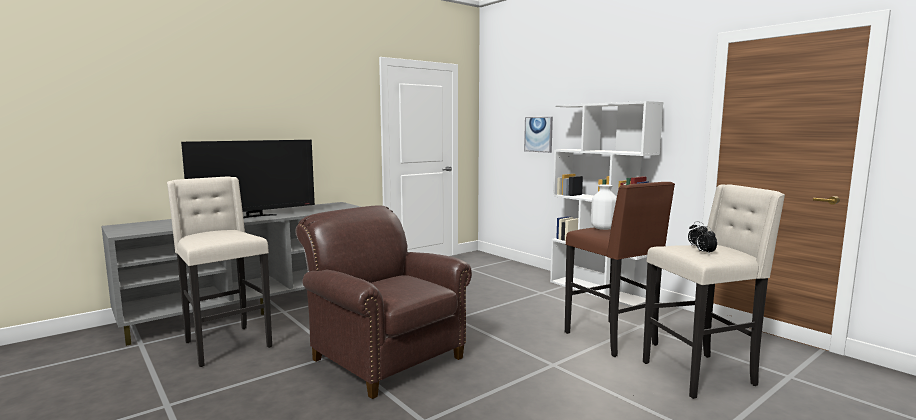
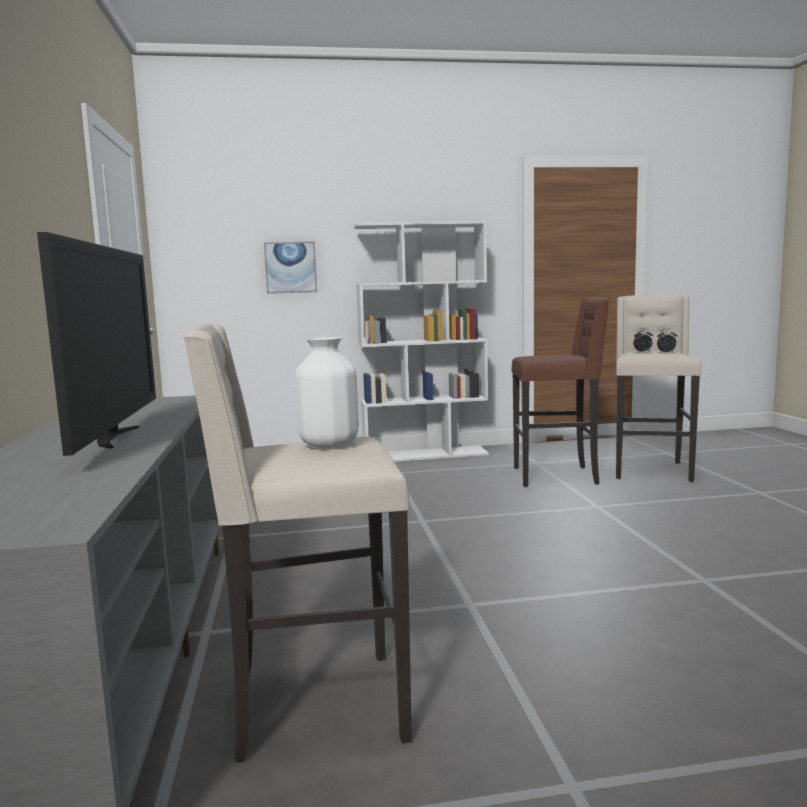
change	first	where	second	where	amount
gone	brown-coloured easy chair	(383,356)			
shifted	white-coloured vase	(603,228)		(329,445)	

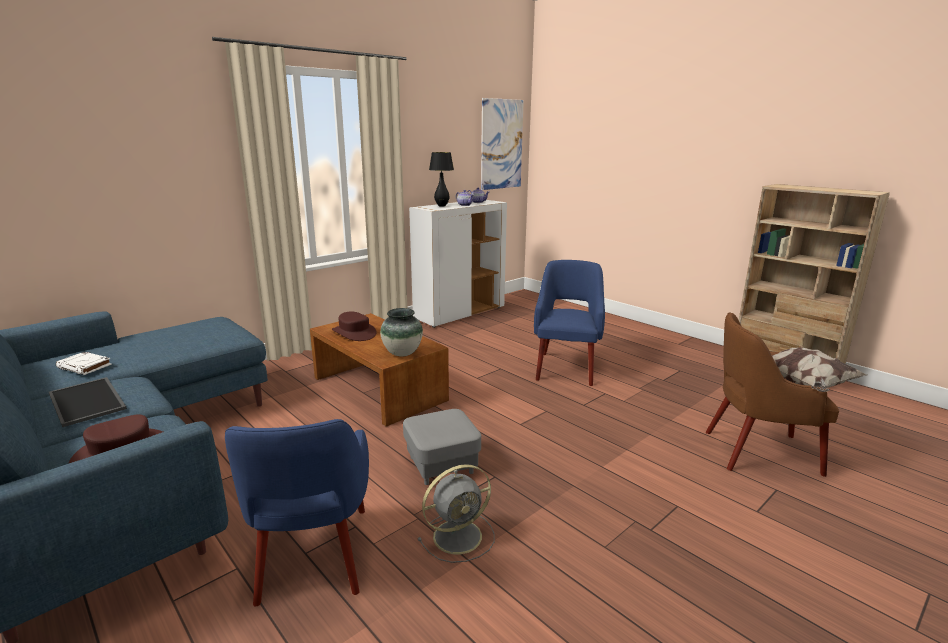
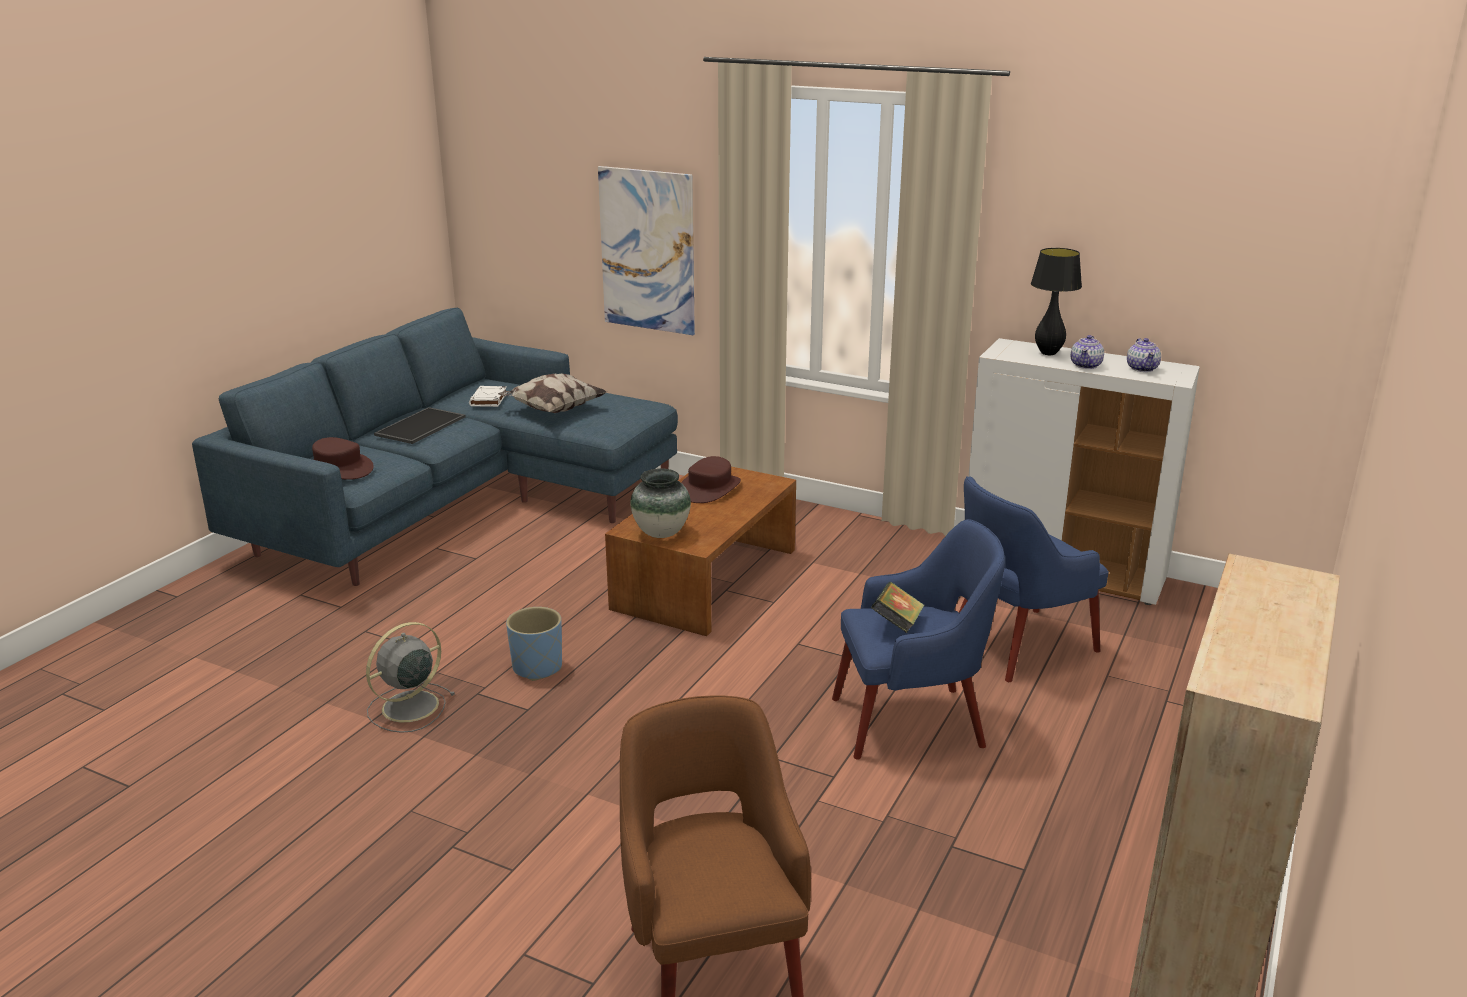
change	first	where	second	where	amount
new			book	(897,624)	
shifted	blue easy chair	(313,556)		(1018,645)	
shifted	picture	(501,144)		(647,251)	
shifted	throw pillow	(804,385)		(553,410)	
swapped	gray ottoman	(441,465)	blue planter	(538,667)	
rotated	gray fan	(459,536)		(408,707)	90 degrees clockwise

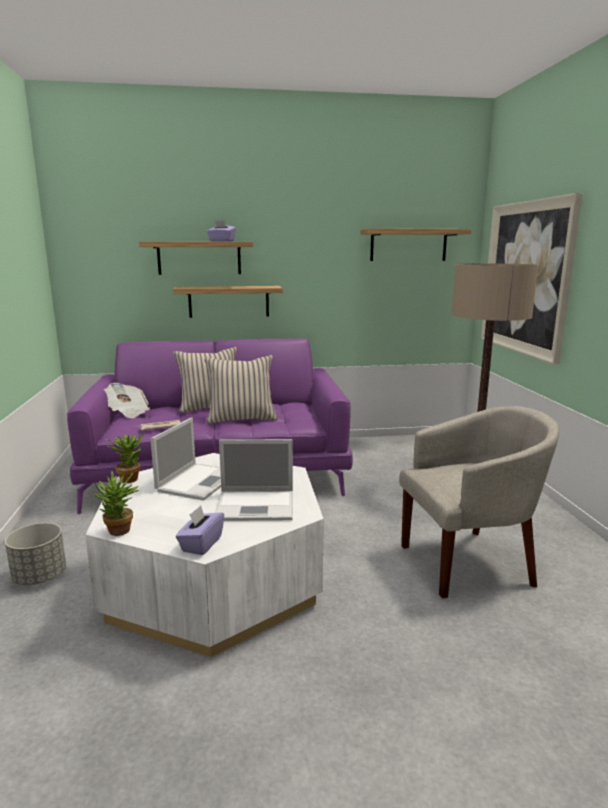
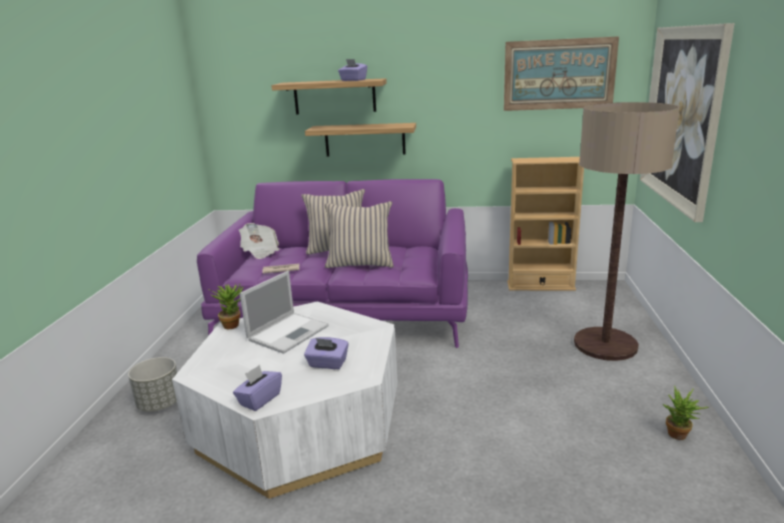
change	first	where	second	where	amount
gone	beige-coloured easy chair	(469,562)			
new			beige-coloured bookshelf	(540,286)	
shifted	houseplant	(120,533)		(679,437)	
swapped	laptop	(257,506)	purple-coloured tissue holder	(327,364)	
swapped	wall shelf	(408,245)	picture	(559,74)	

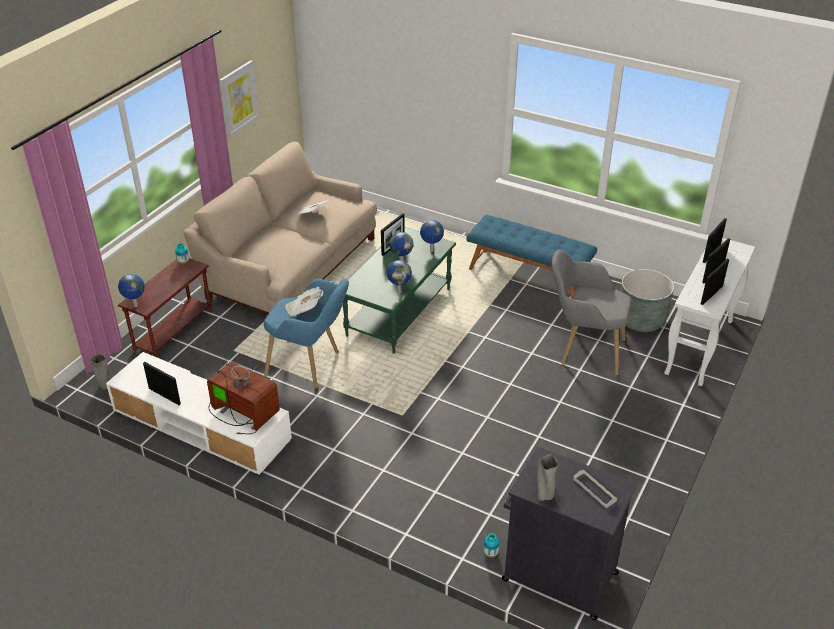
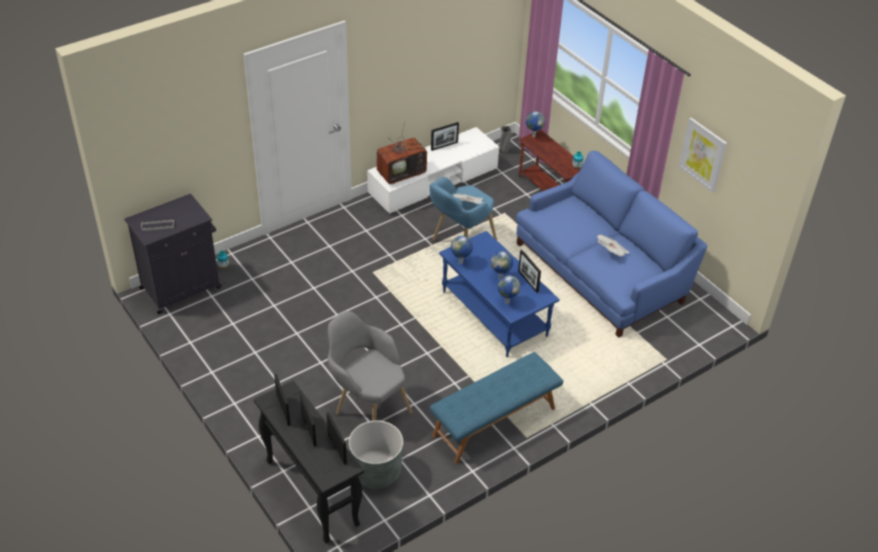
change	first	where	second	where	amount
gone	gray vase	(544,496)			
repainted	beige-coloured couch	(289,266)	blue couch	(602,271)	
repainted	green coffee table	(398,312)	blue coffee table	(495,314)	
repainted	white-coloured hall table	(699,347)	black hall table	(311,492)	
rotated	gray easy chair	(583,350)		(367,407)	90 degrees counterclockwise

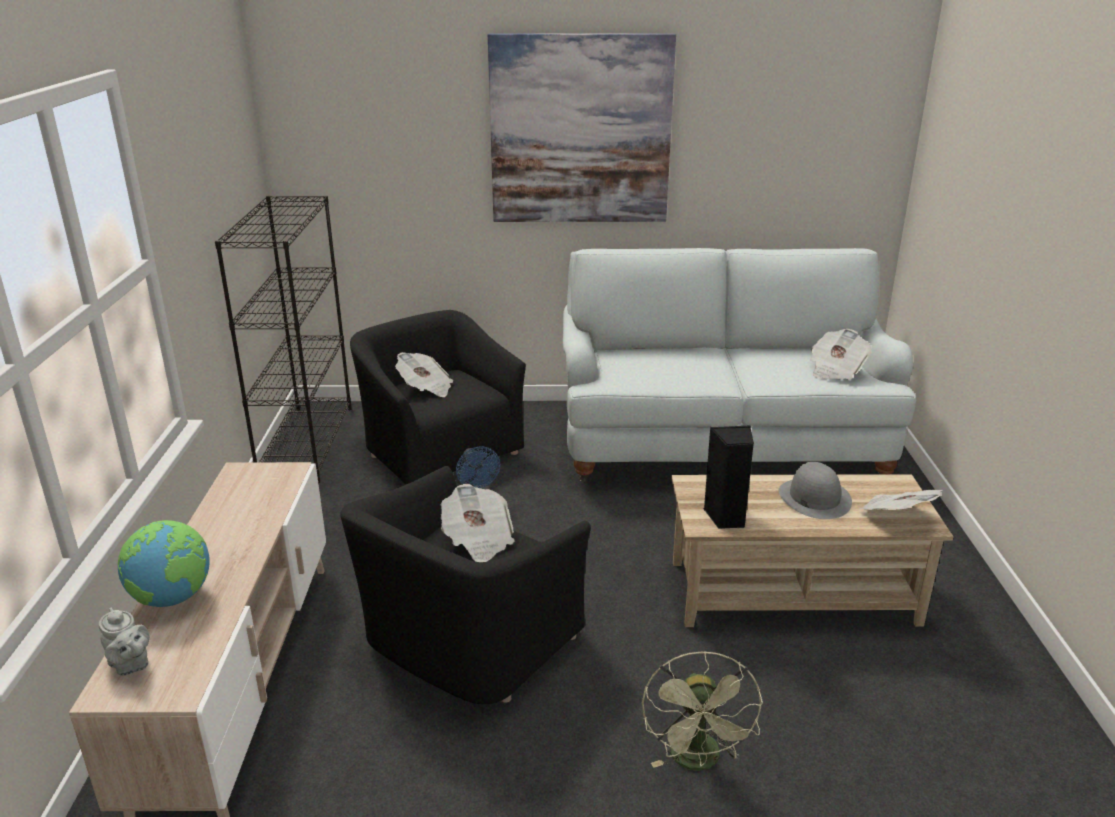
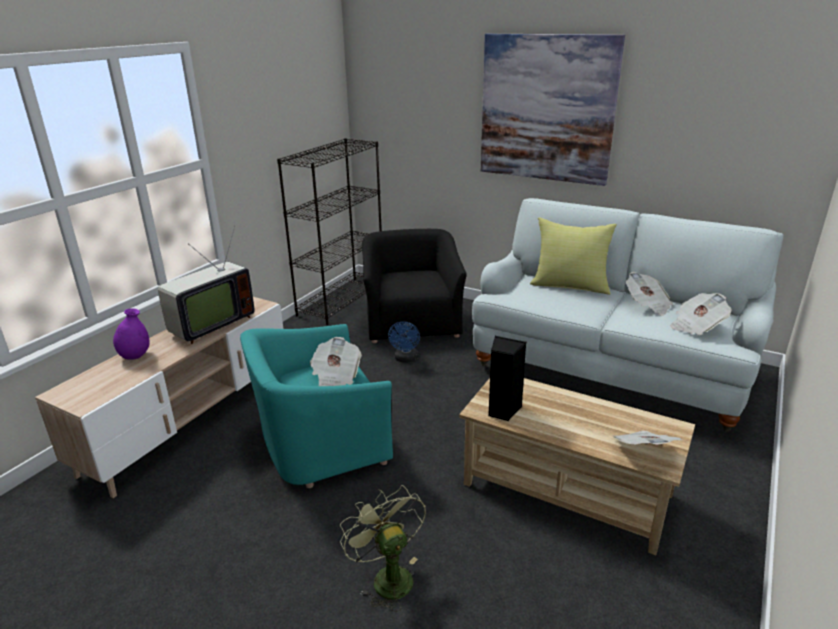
change	first	where	second	where	amount
gone	gray teapot	(130,665)			
gone	gray clothing hat	(814,498)			
new			television	(209,325)	
new			yellow throw pillow	(570,285)	
shifted	newspaper	(426,388)		(647,305)	
swapped	desk globe	(173,598)	purple-coloured vase	(135,356)	
repainted	black easy chair	(468,642)	turquoise-coloured easy chair	(320,443)	
rotated	green fan	(698,761)		(387,576)	120 degrees clockwise

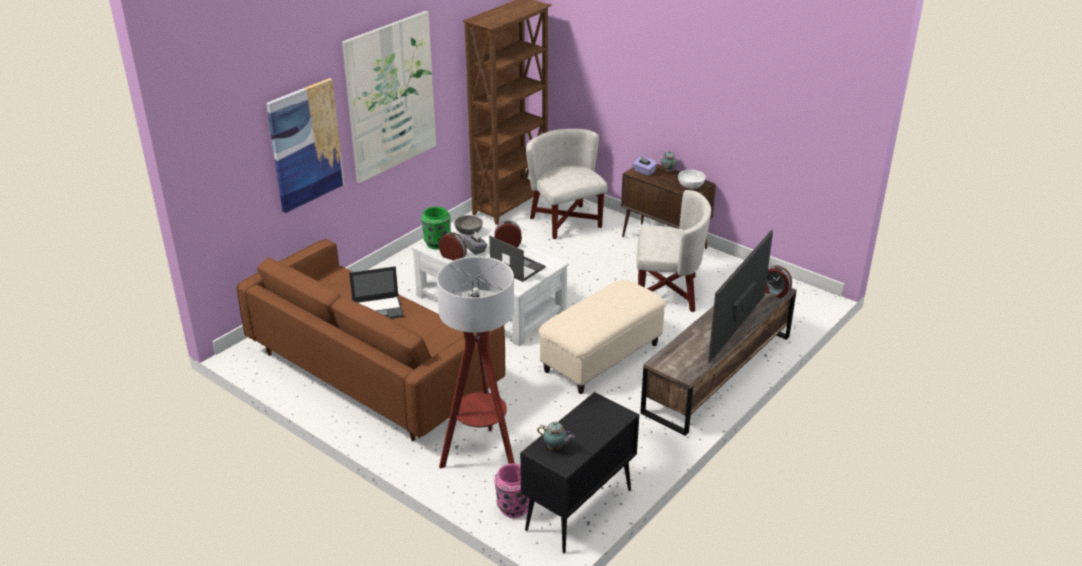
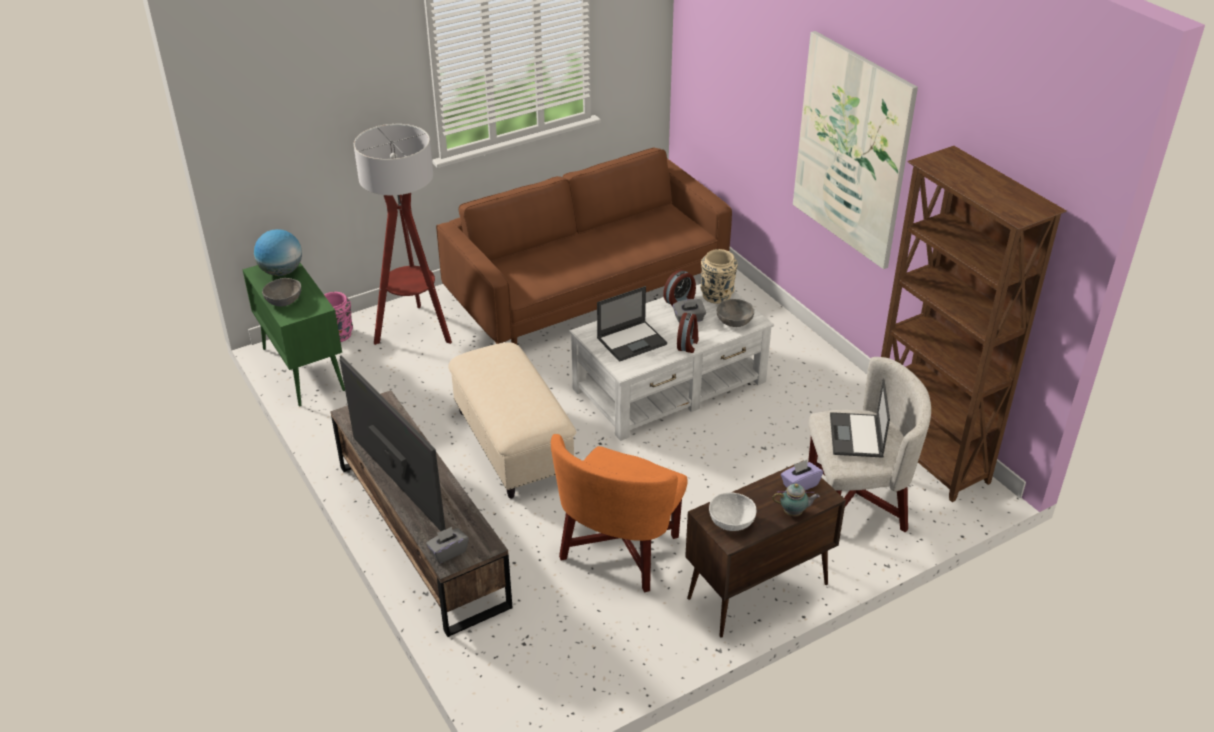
change	first	where	second	where	amount
gone	picture	(305,145)			
new			gray serving bowl	(284,301)	
shifted	laptop	(378,309)		(856,436)	
swapped	teapot	(556,447)	desk globe	(282,272)	
swapped	alarm clock	(774,292)	gray tissue holder	(448,552)	
repainted	green vase	(437,243)	beige-coloured vase	(717,295)	
repainted	black cabinet	(578,510)	green cabinet	(302,369)	
repainted	white-coloured easy chair	(668,292)	orange easy chair	(620,549)	

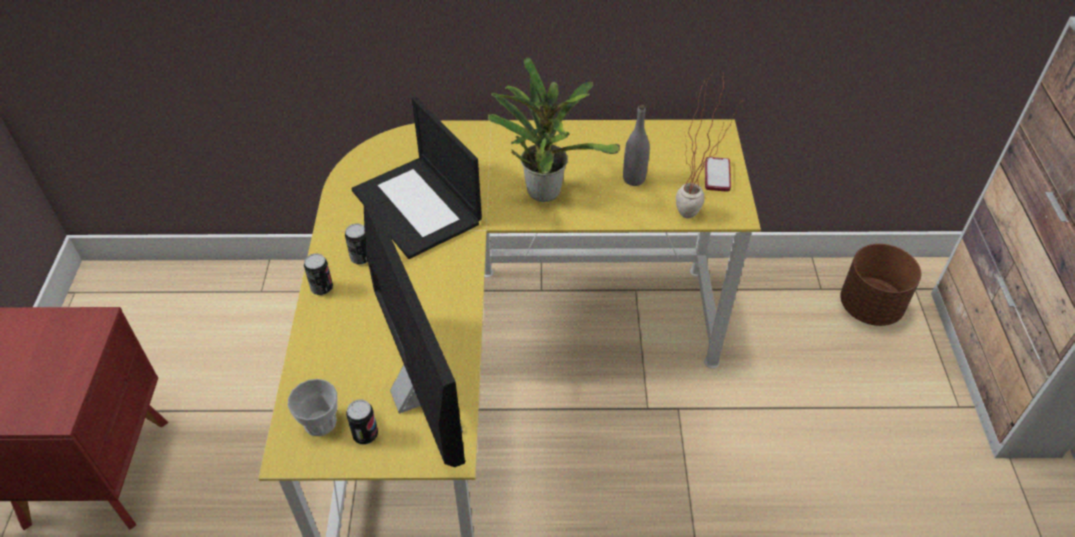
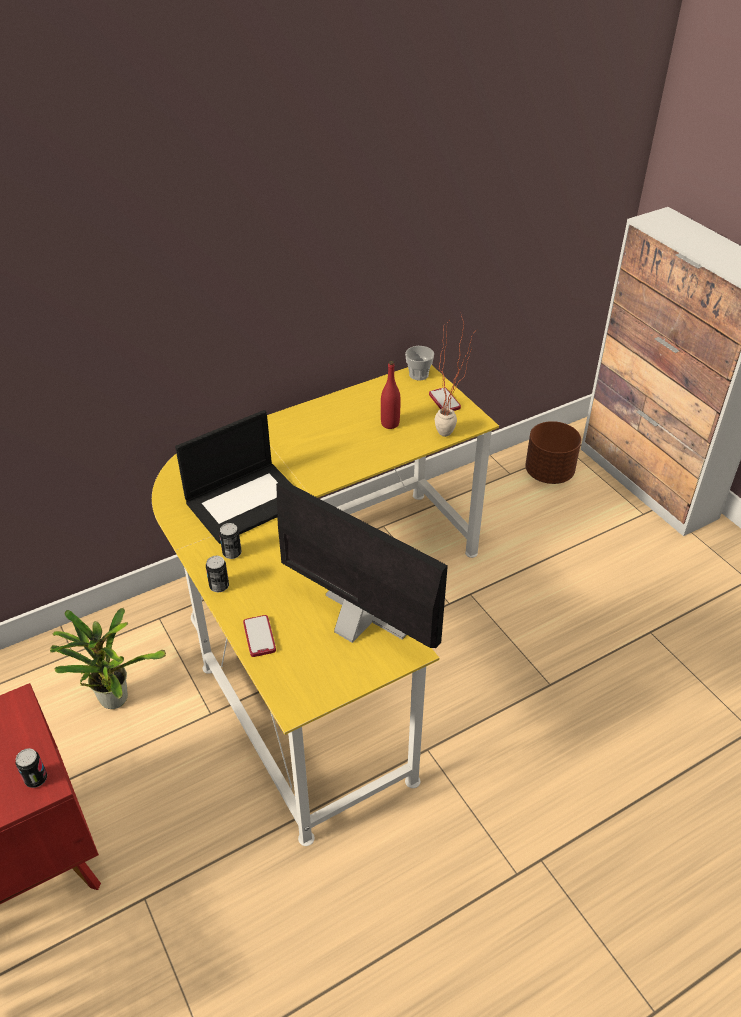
change	first	where	second	where	amount
new			phone	(259,637)	
shifted	drinking cup	(320,422)		(418,375)	
shifted	metal can	(365,434)		(36,779)	
shifted	houseplant	(543,189)		(112,696)	
repainted	gray drink bottle	(634,179)	red drink bottle	(390,424)	
rotated	laptop	(418,207)		(246,501)	60 degrees counterclockwise

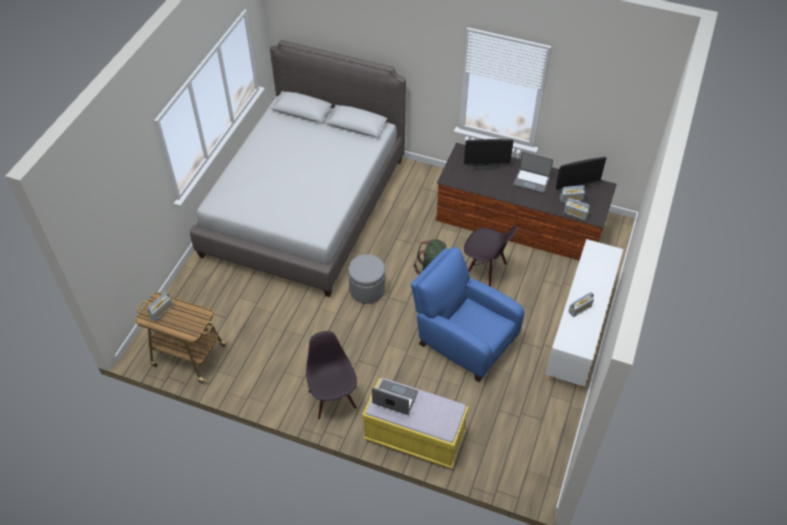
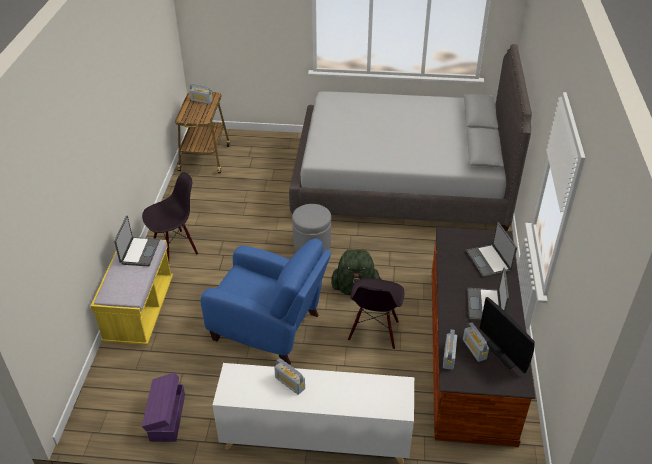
change	first	where	second	where	amount
new			purple-coloured storage bin	(166,418)	
swapped	monitor	(486,165)	laptop	(489,261)	
rotated	blue easy chair	(463,340)		(269,328)	90 degrees clockwise

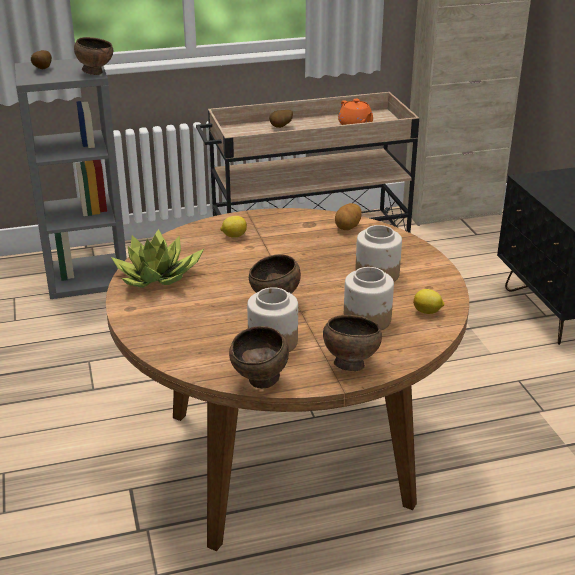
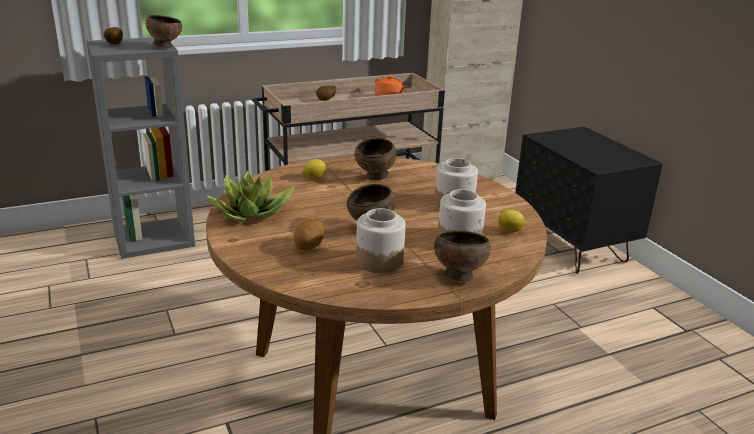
change	first	where	second	where	amount
shifted	brown-coloured serving bowl	(260,382)		(375,178)	
shifted	potato	(348,227)		(310,246)	

